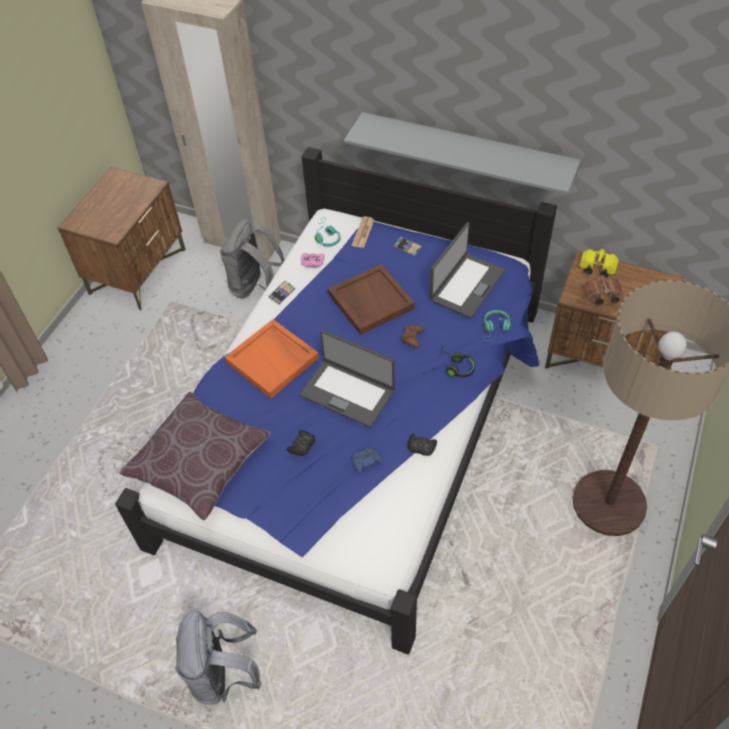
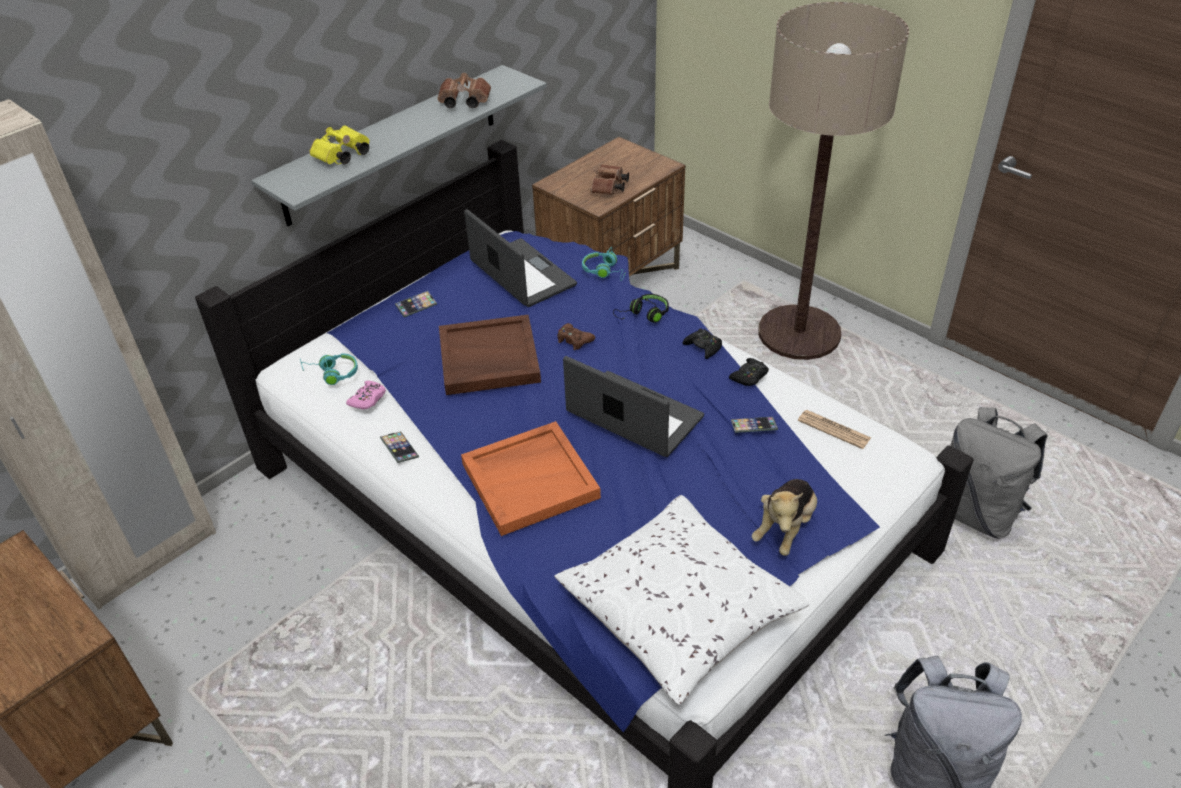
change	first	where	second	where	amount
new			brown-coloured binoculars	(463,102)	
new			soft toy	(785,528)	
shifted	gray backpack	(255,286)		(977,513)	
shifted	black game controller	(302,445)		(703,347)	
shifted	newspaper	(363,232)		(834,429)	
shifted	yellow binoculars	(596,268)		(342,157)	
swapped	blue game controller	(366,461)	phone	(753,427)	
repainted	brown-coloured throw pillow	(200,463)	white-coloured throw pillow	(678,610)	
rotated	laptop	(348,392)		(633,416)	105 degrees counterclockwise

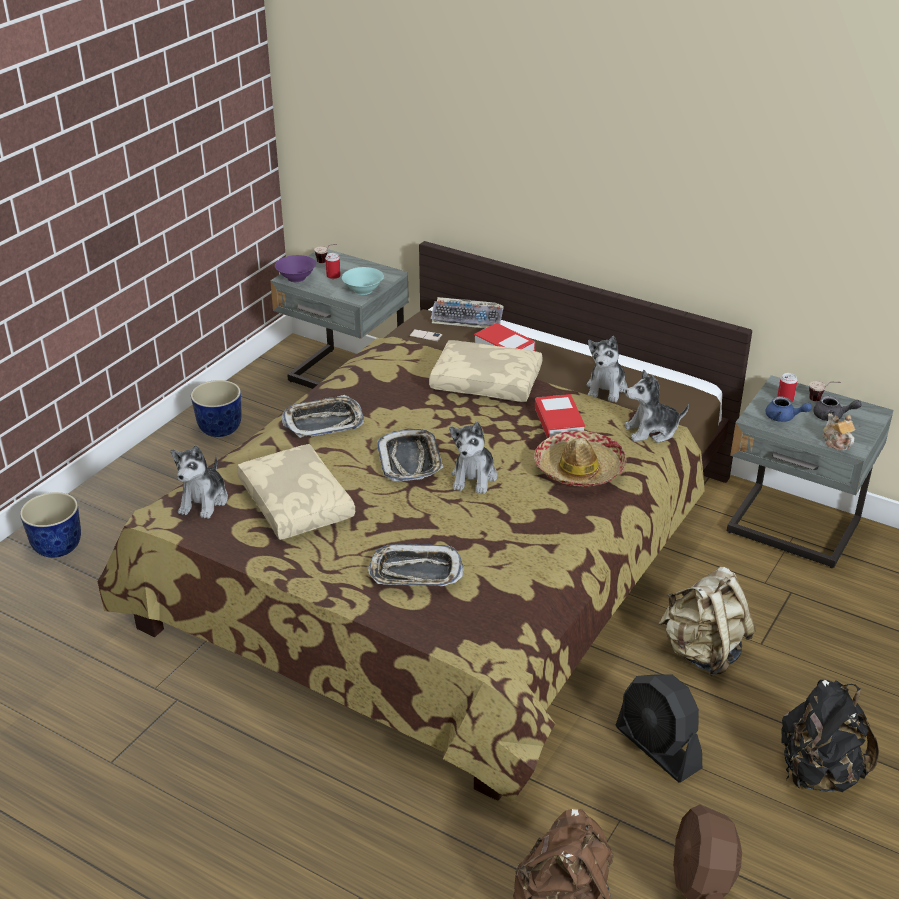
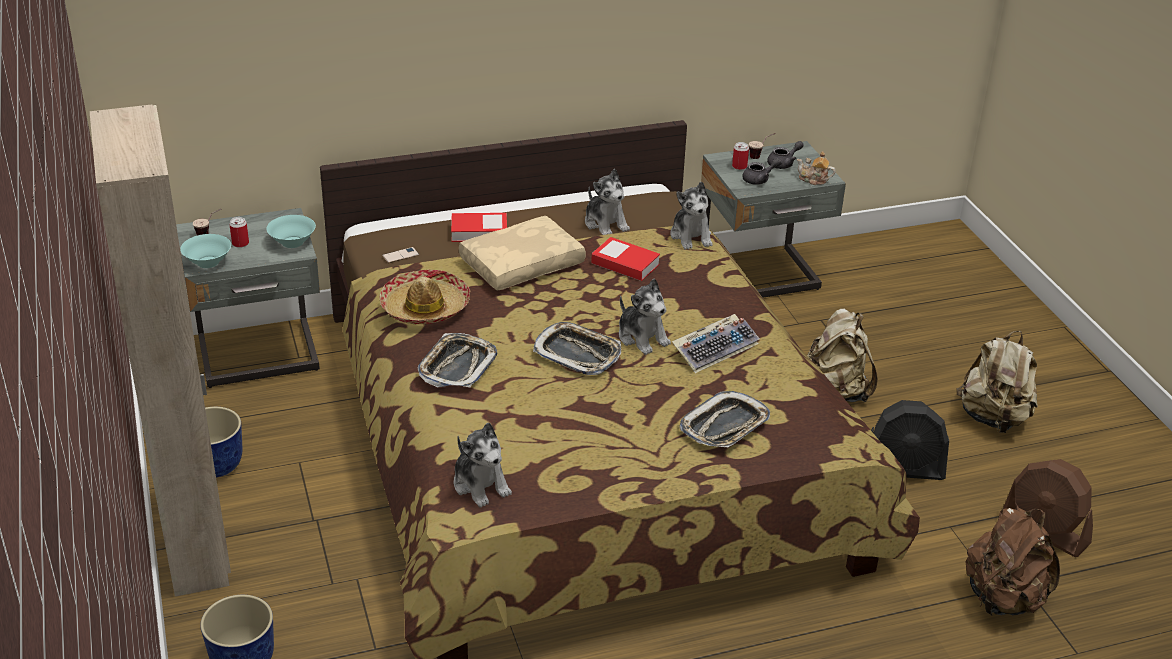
change	first	where	second	where	amount
gone	beige-coloured throw pillow	(298,503)			
new			beige-coloured clothes cupboard	(198,546)	
shifted	computer keyboard	(468,319)		(715,348)	
shifted	clothing hat	(579,469)		(425,307)	
repainted	purple-coloured serving bowl	(296,278)	turquoise-coloured serving bowl	(207,262)	
repainted	blue teapot	(784,417)	gray teapot	(759,179)	
repainted	black backpack	(819,772)	beige-coloured backpack	(993,418)	
rotated	soft toy	(652,431)		(691,236)	45 degrees counterclockwise

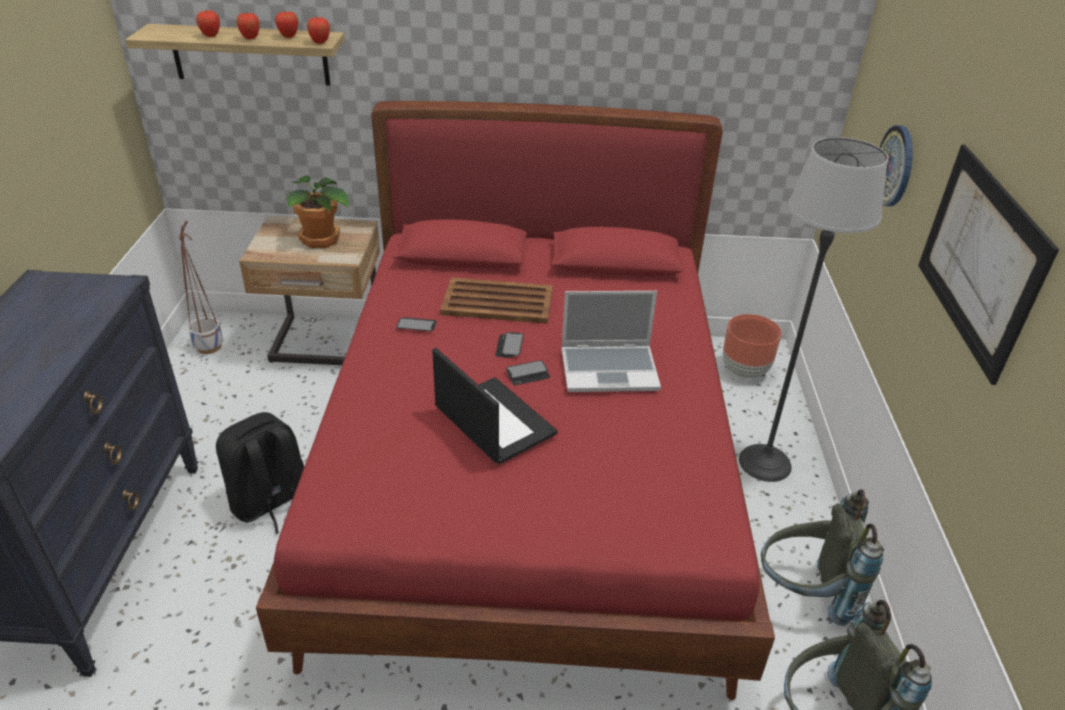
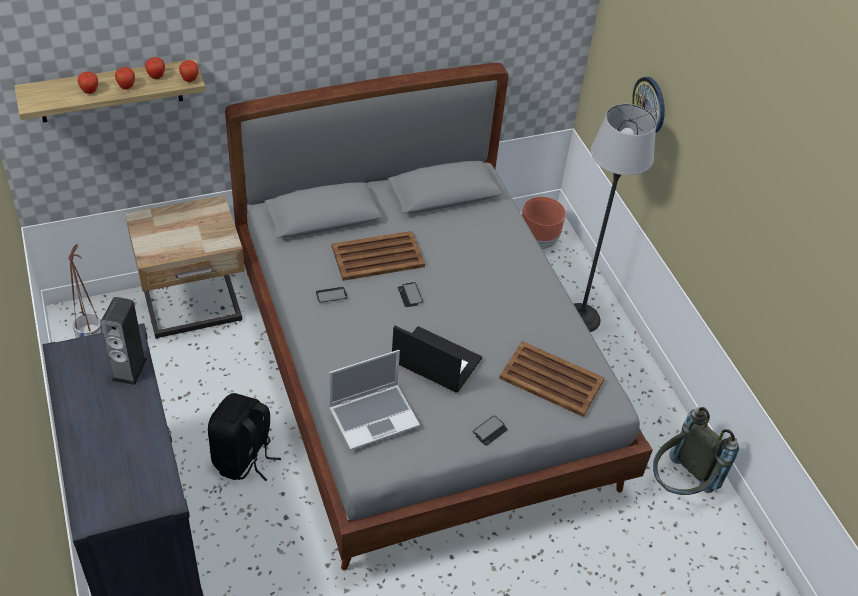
change	first	where	second	where	amount
gone	houseplant	(321,240)			
gone	gray backpack	(803,594)			
gone	picture	(979,258)			
new			loudspeaker	(129,369)	
new			brown-coloured serving tray	(552,380)	
shifted	phone	(528,374)		(490,431)	
shifted	laptop	(610,369)		(374,416)	
repainted	red sleeping bed	(529,474)	gray sleeping bed	(422,377)	

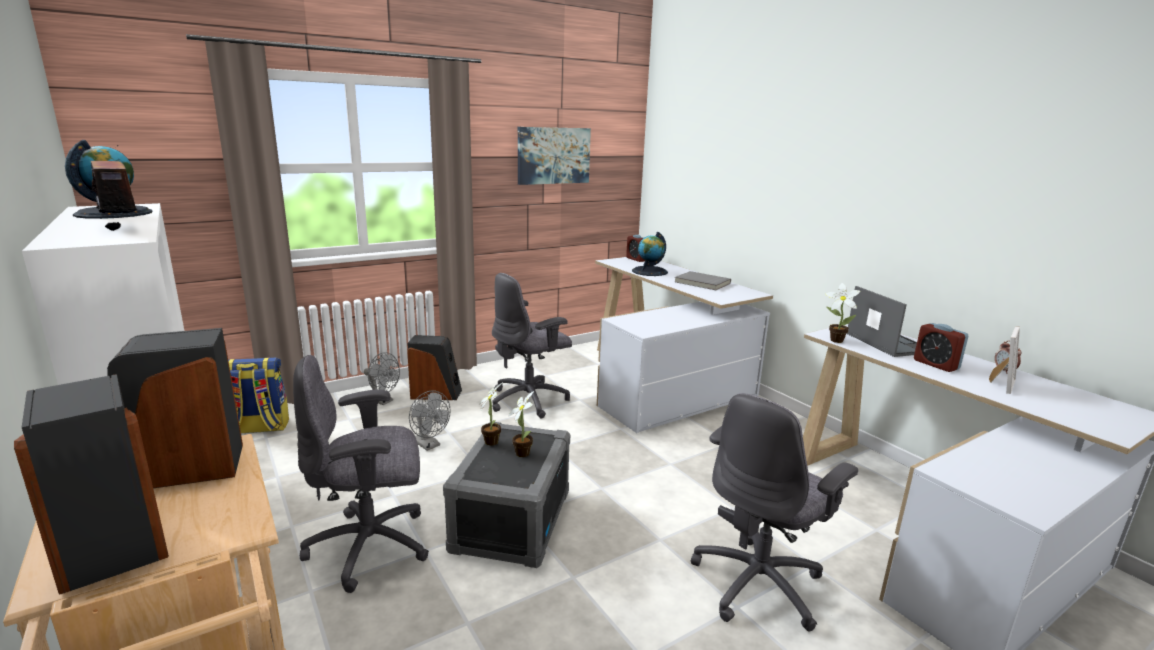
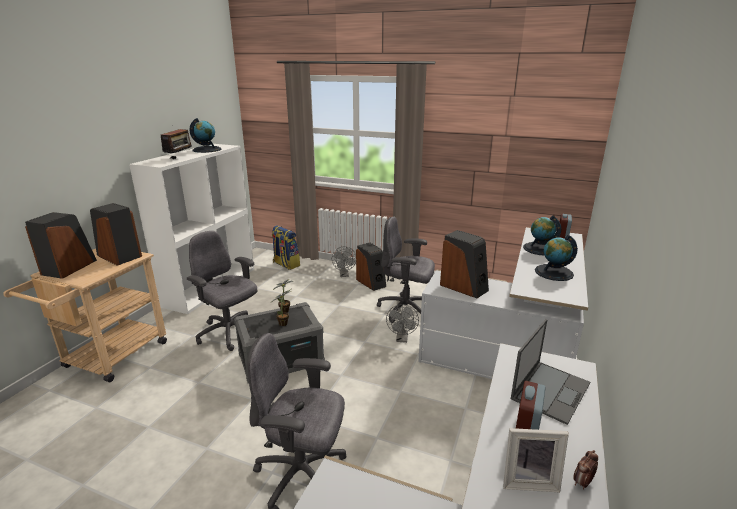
change	first	where	second	where	amount
gone	picture	(553,155)			
gone	houseplant	(834,340)			
new			loudspeaker	(464,287)	
shifted	gray fan	(429,445)		(402,339)	
swapped	gray book	(702,283)	desk globe	(554,272)	

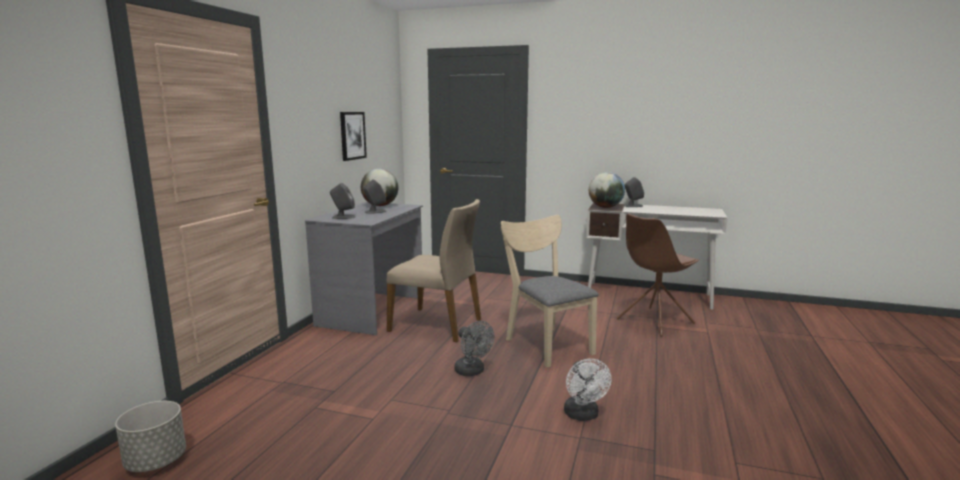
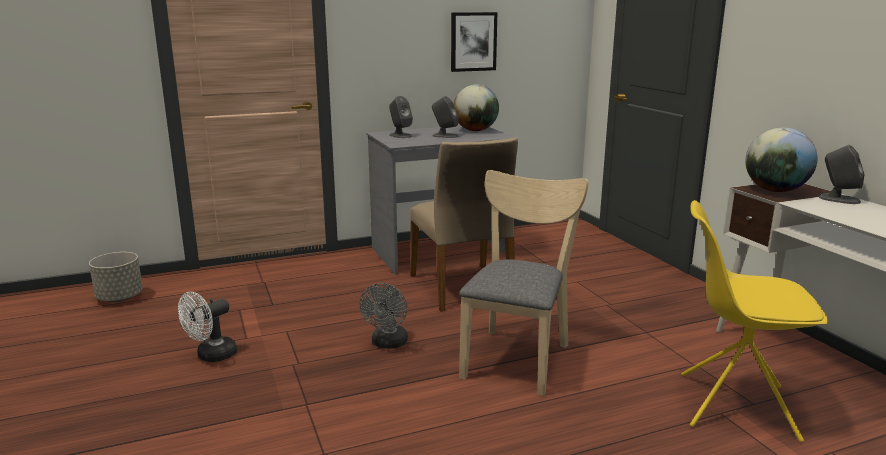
change	first	where	second	where	amount
shifted	white-coloured fan	(583,415)		(211,356)	
repainted	brown-coloured upright chair	(654,321)	yellow upright chair	(733,405)	

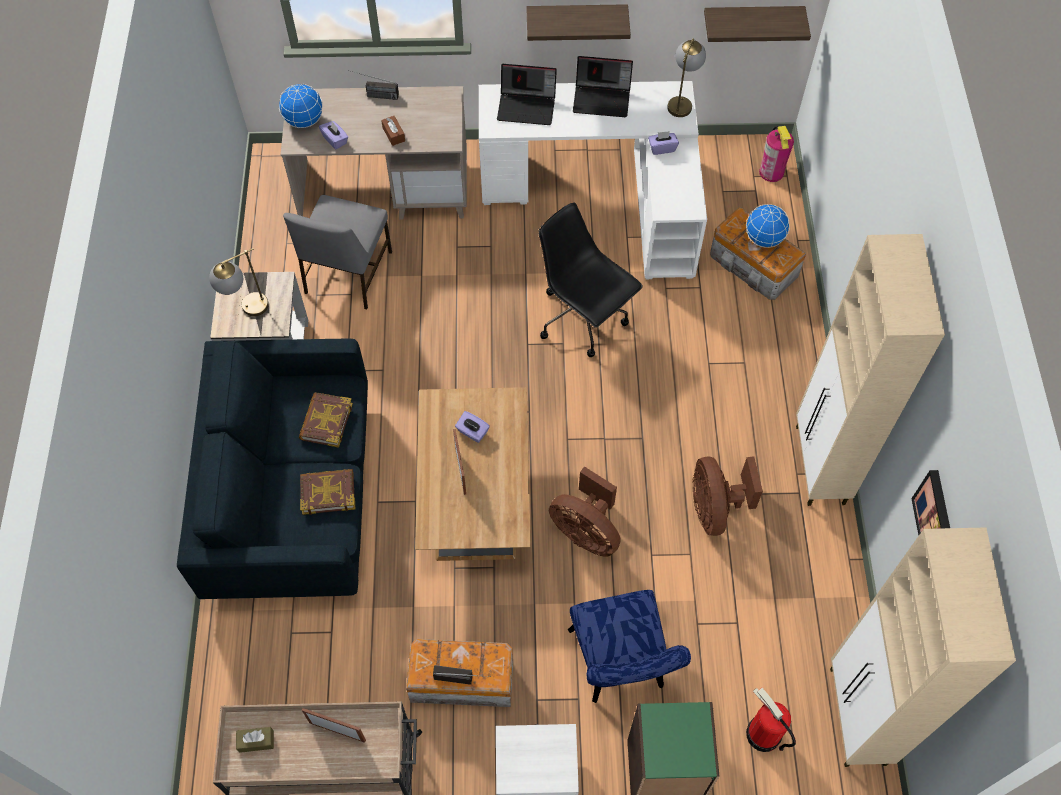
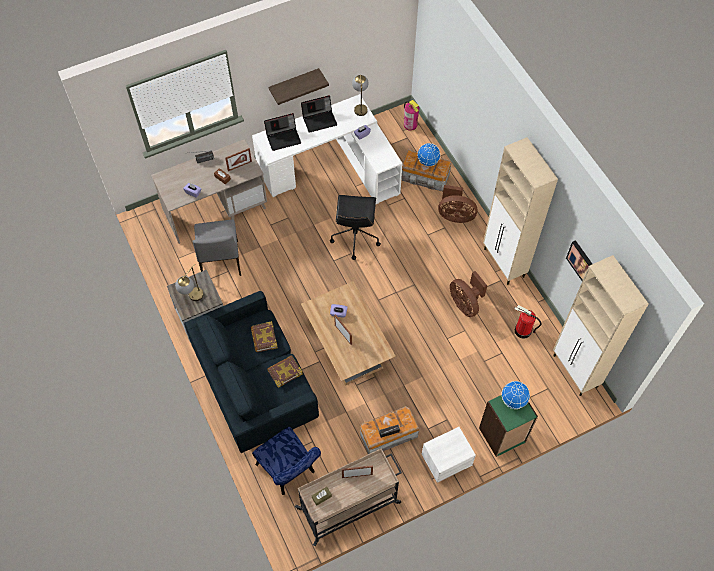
change	first	where	second	where	amount
gone	wall shelf	(752,20)			
new			standing frame	(239,166)	
shifted	desk globe	(304,120)		(513,400)	
shifted	brown-coloured fan	(586,531)		(455,215)	
shifted	blue upright chair	(619,667)		(289,471)	
shifted	fire-fighting cylinder	(762,734)		(522,331)	
rotated	black computer chair	(583,319)		(355,237)	105 degrees counterclockwise

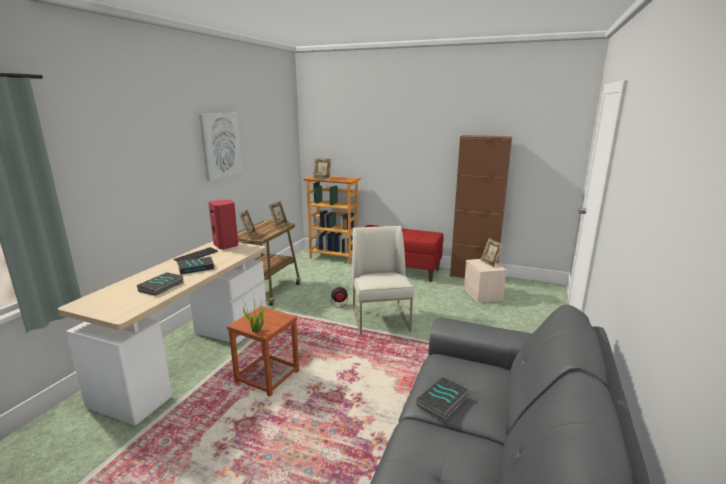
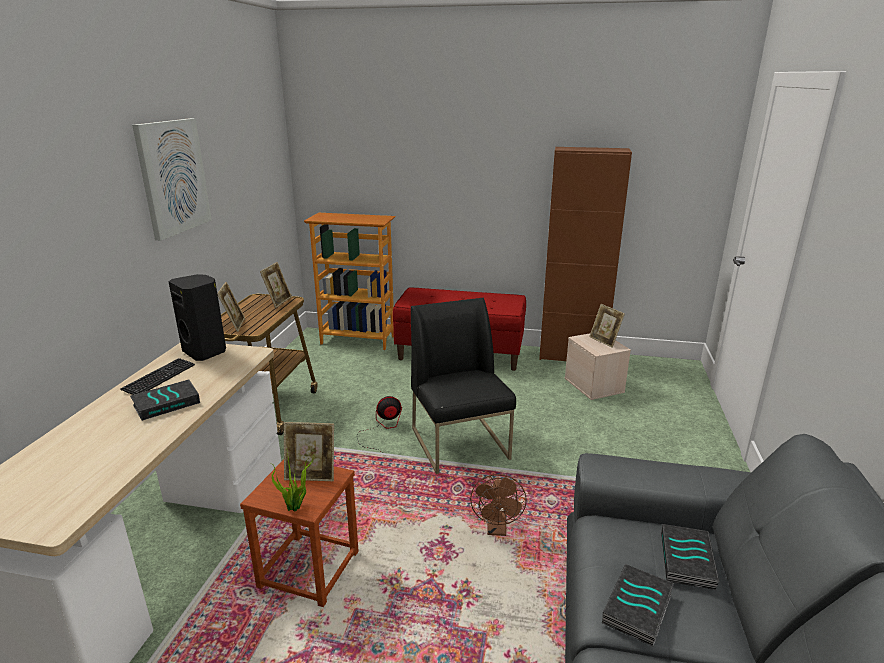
change	first	where	second	where	amount
new			brown-coloured fan	(497,529)	
shifted	book	(161,287)		(688,561)	
shifted	standing frame	(322,178)		(311,475)	
repainted	red loudspeaker	(226,245)	black loudspeaker	(206,352)	
repainted	white-coloured upright chair	(381,320)	black upright chair	(460,443)	

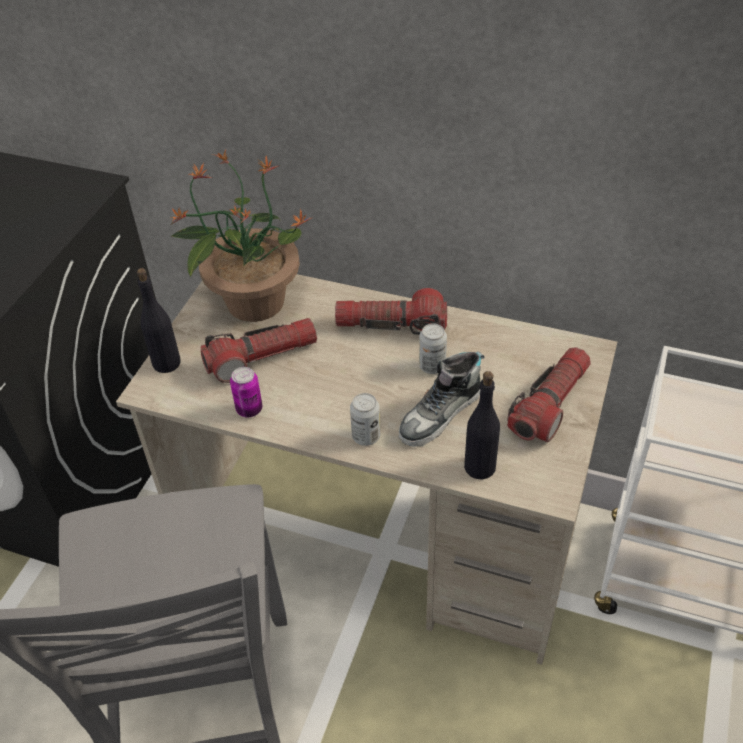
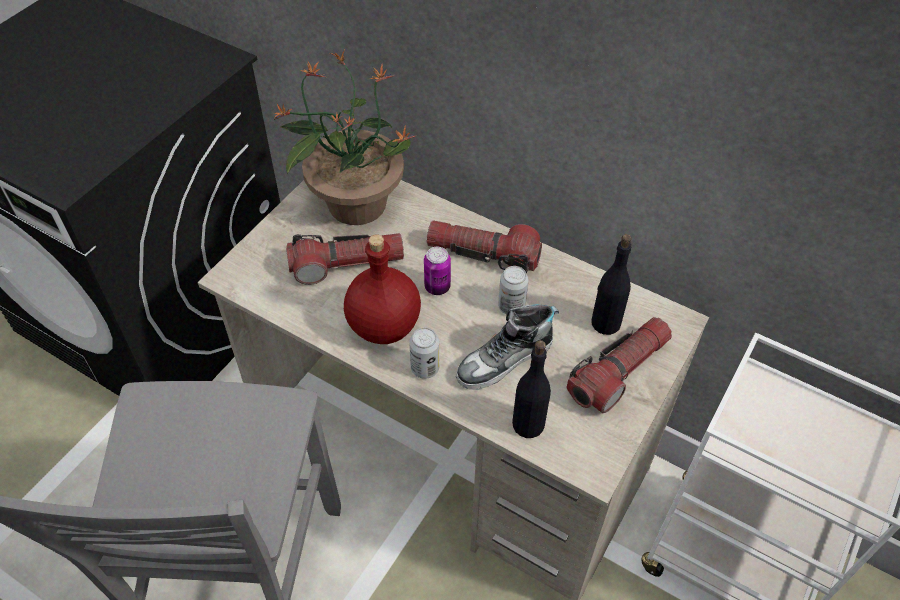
change	first	where	second	where	amount
new			red drink bottle	(383,325)	
shifted	black drink bottle	(166,363)		(605,323)	
shifted	metal can	(249,409)		(437,287)	

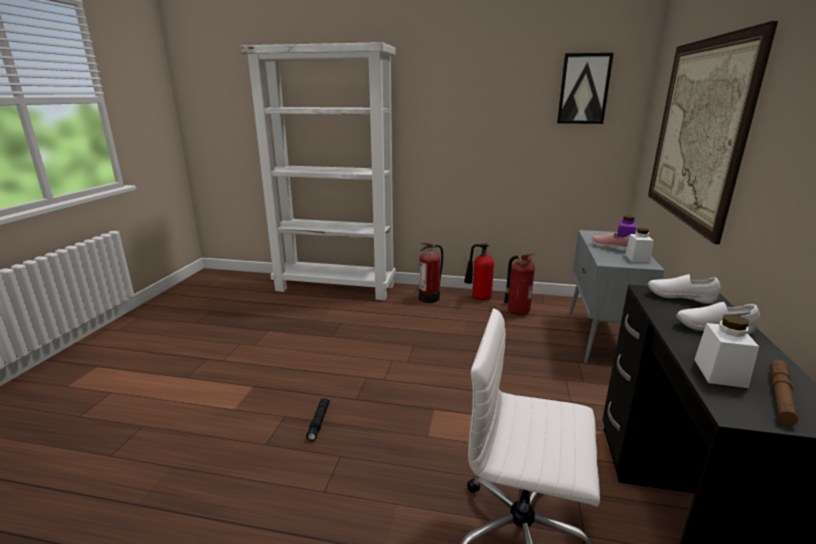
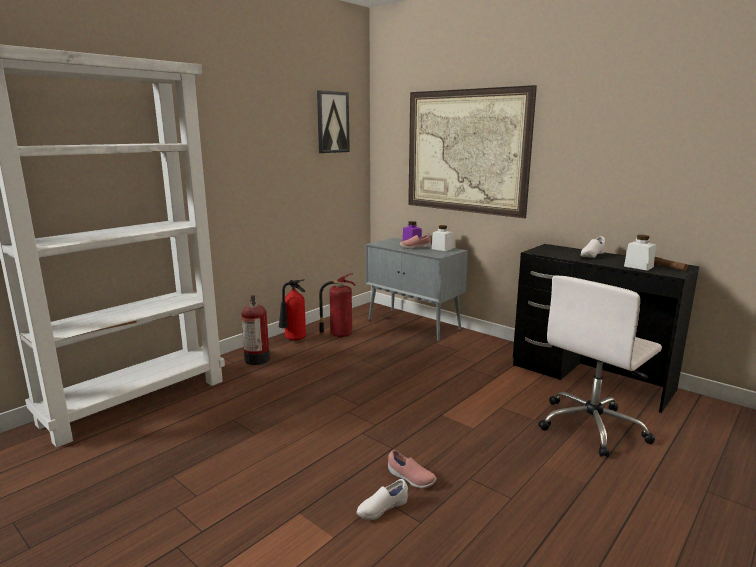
change	first	where	second	where	amount
shifted	white-coloured item of footwear	(679,298)		(382,509)	
swapped	black torch	(319,422)	pink item of footwear	(410,479)	

